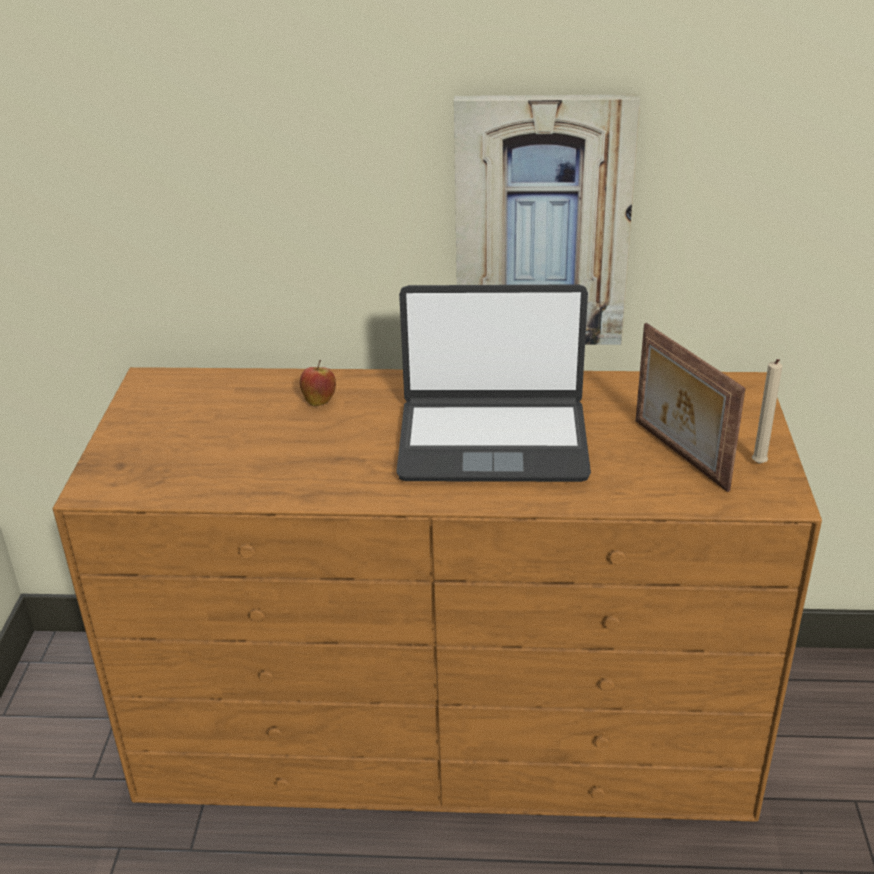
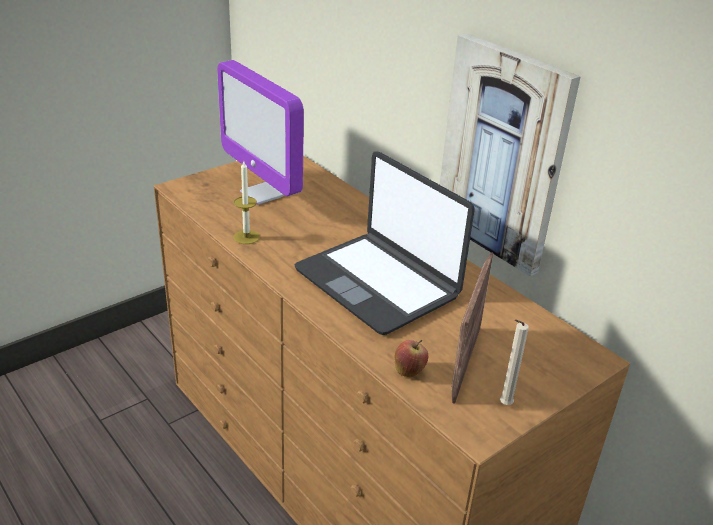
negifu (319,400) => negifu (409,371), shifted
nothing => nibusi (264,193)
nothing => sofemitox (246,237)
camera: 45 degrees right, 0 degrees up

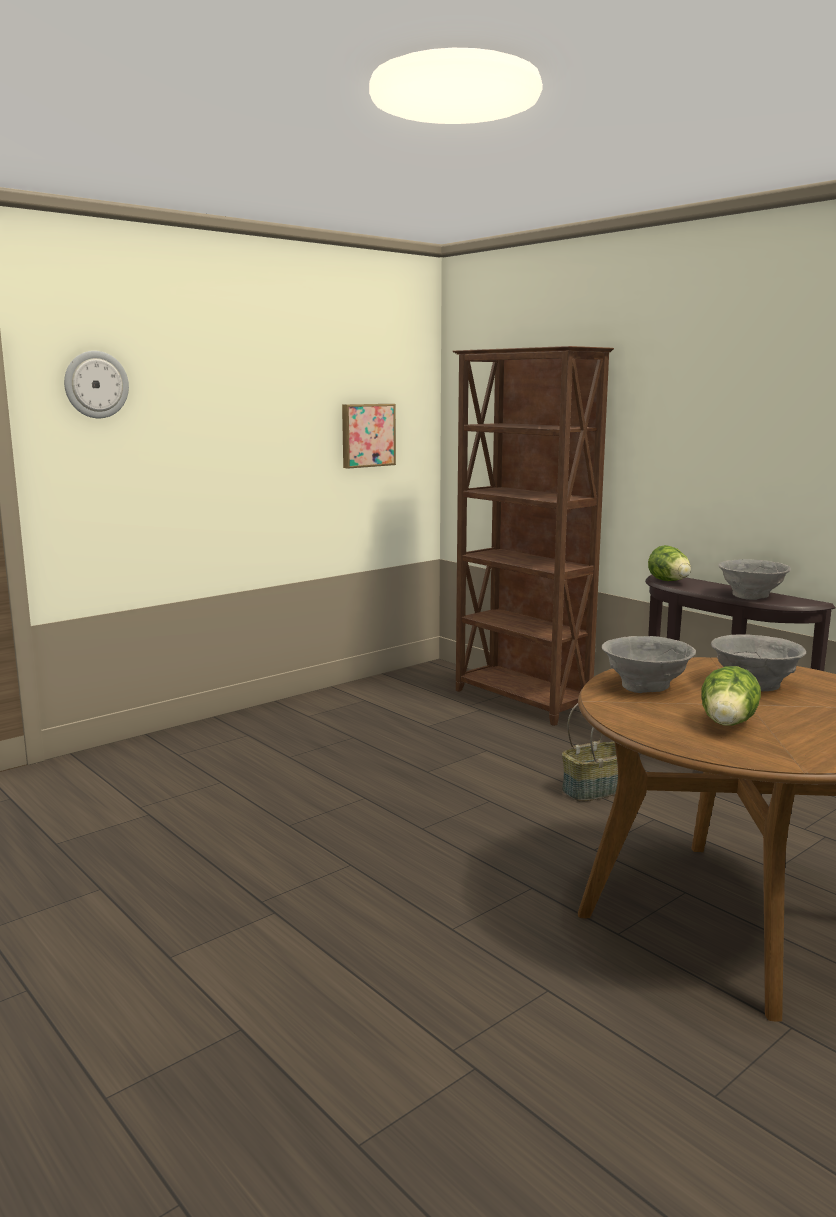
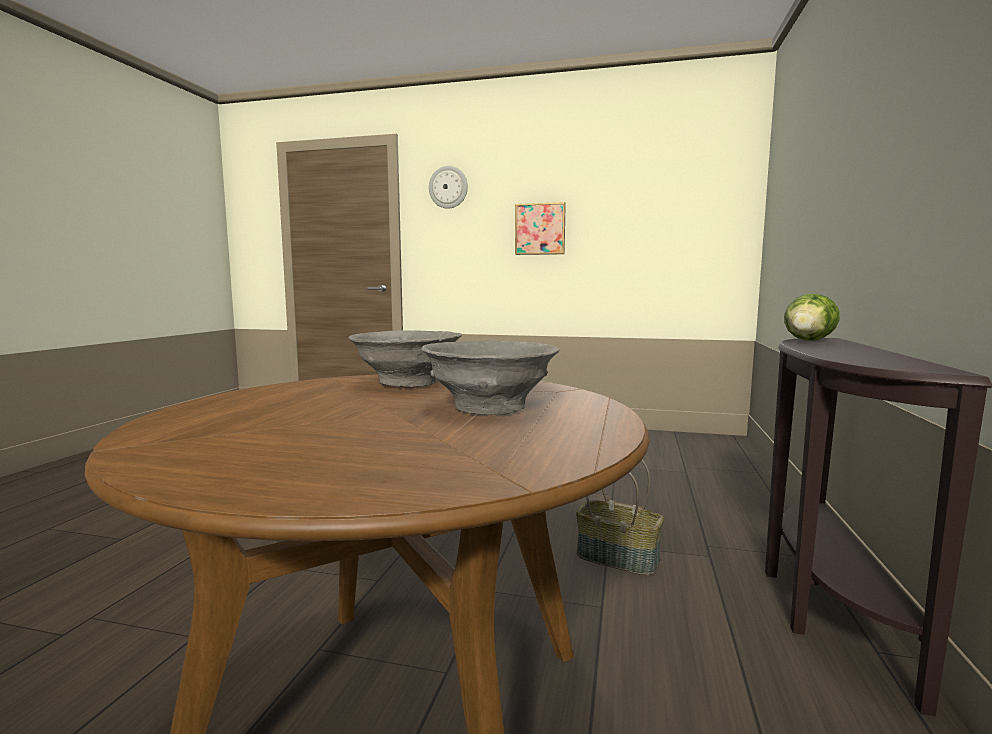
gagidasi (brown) (521,701) => nothing
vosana (367,435) => vosana (540,229), shifted
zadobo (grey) (751,596) => nothing
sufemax (727,725) => nothing
camera: 55 degrees right, 5 degrees down

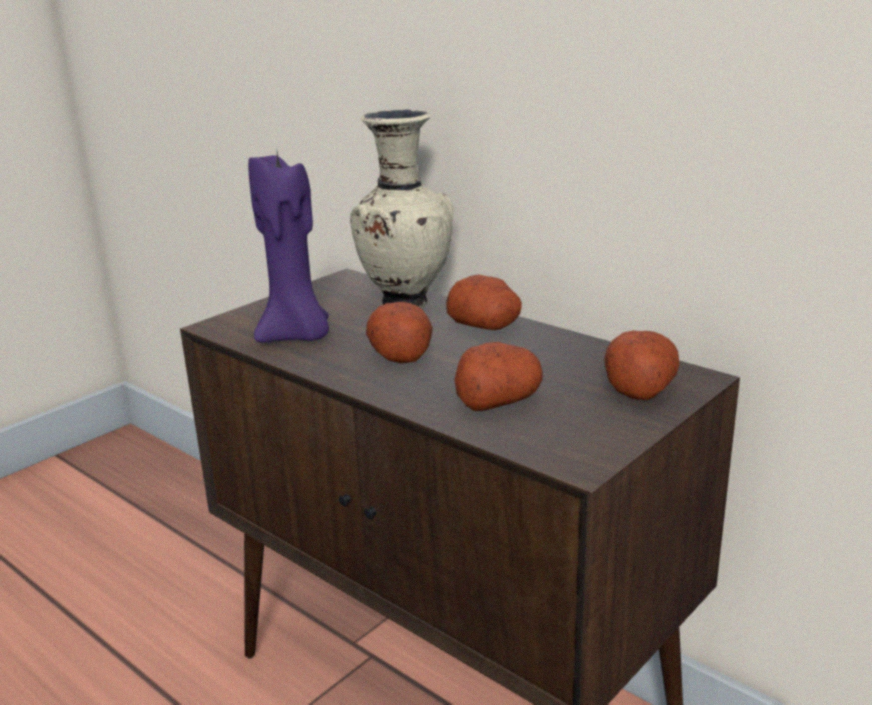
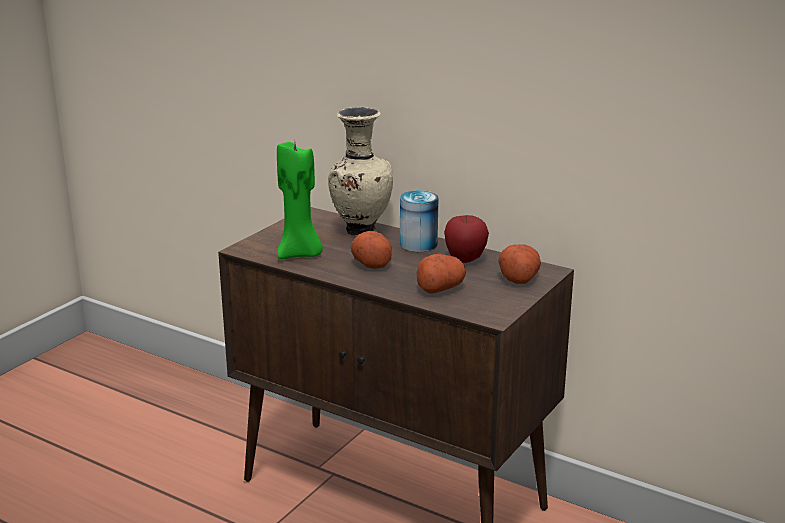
sofemitox (purple) (297,336) => sofemitox (green) (300,254)
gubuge (486,326) => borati (418,244)
nothing => negifu (465,260)
camera: 10 degrees left, 0 degrees up

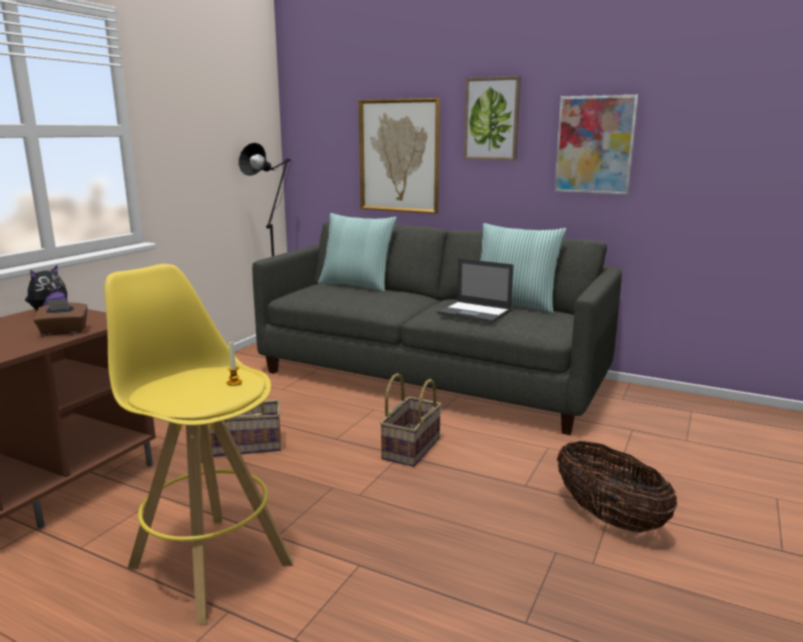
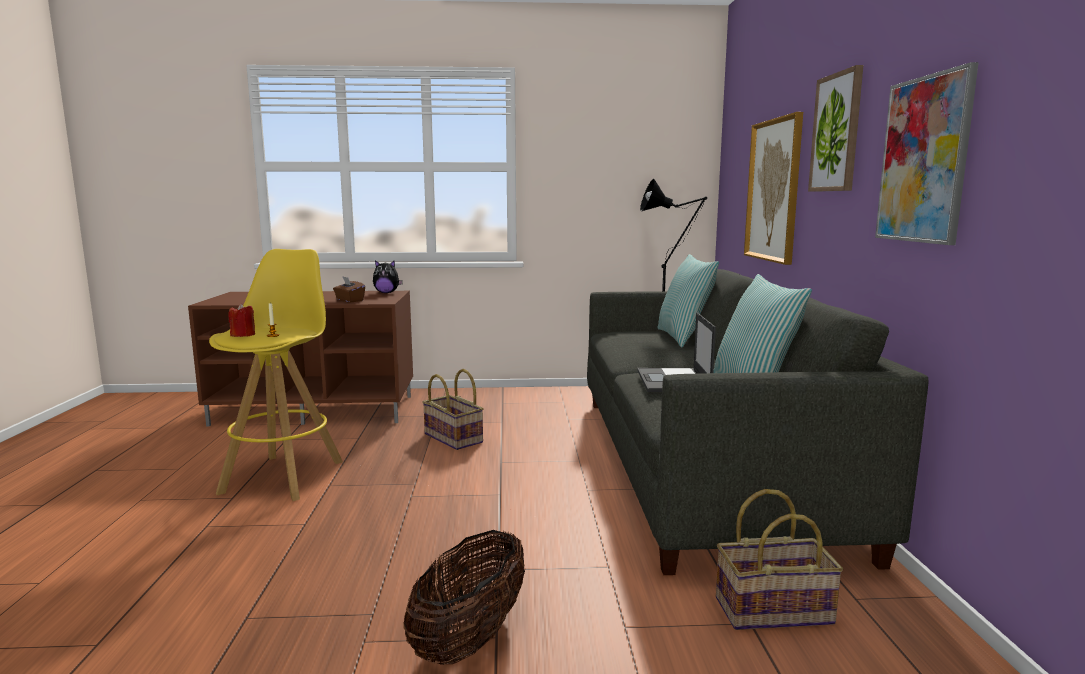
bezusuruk (410,448) => bezusuruk (773,609), shifted
nothing => sofemitox (red) (243,335)
camera: 60 degrees right, 5 degrees down

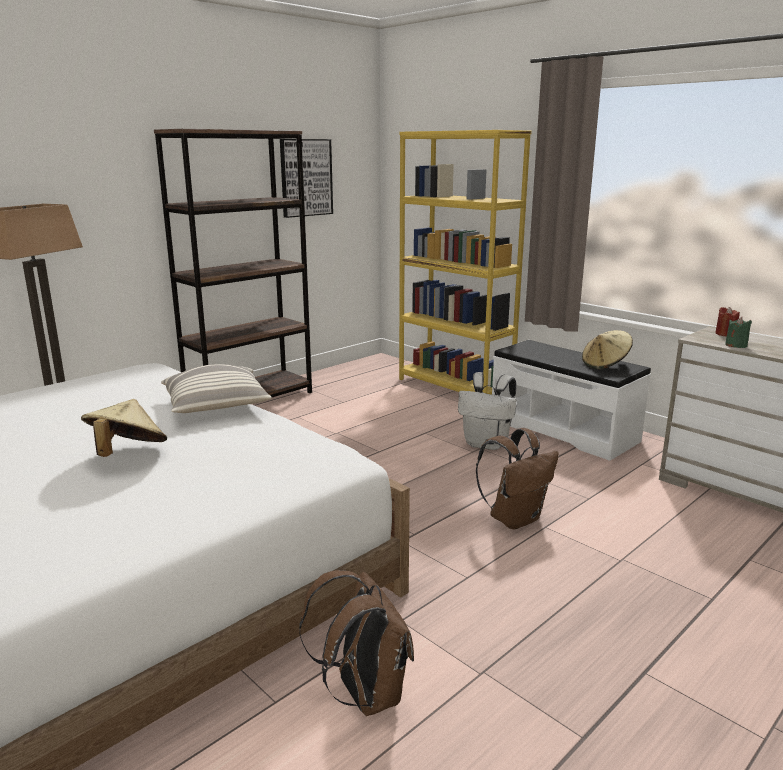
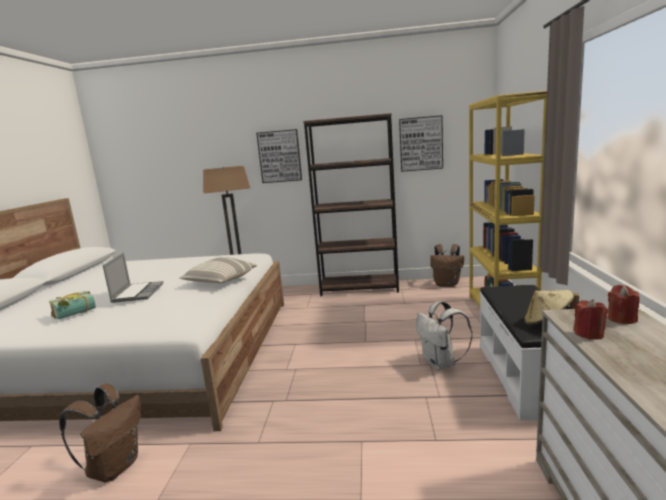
sofemitox (green) (736,345) => sofemitox (red) (589,334)
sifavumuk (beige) (127,453) => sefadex (137,293)
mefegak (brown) (515,518) => mefegak (brown) (447,284), shifted
nothing => vosana (279,156)
nothing => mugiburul (76,314)
camera: 50 degrees right, 5 degrees down

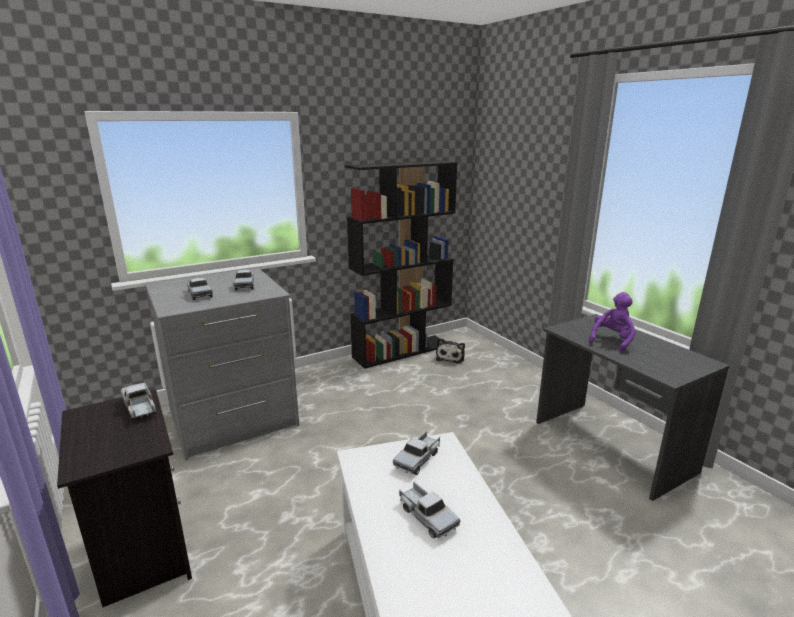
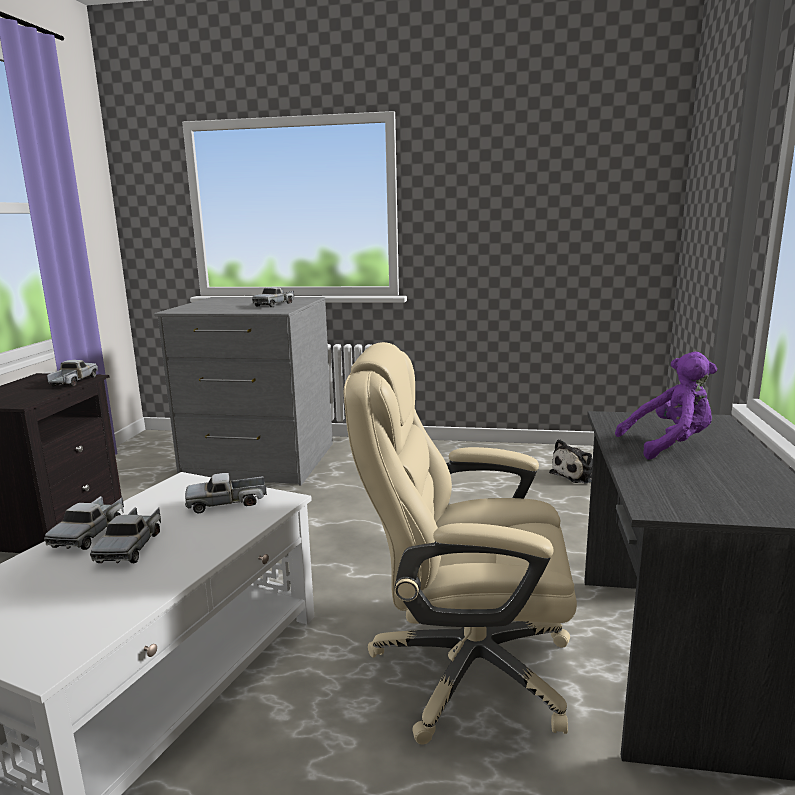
gagidasi (black) (402,351) => nothing
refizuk (199,293) => refizuk (90,533), shifted
nothing => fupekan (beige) (466,669)
camera: 40 degrees right, 5 degrees down

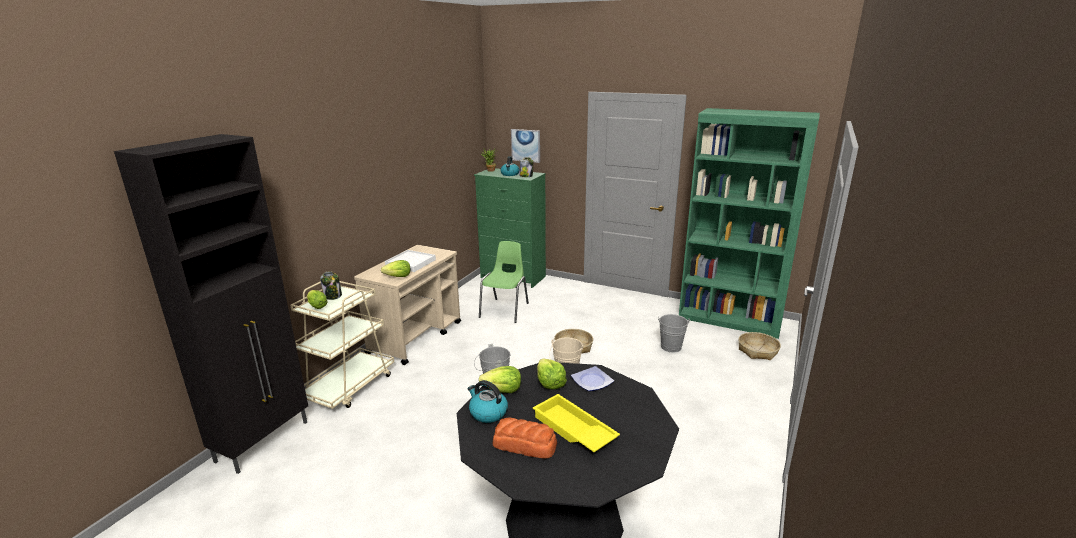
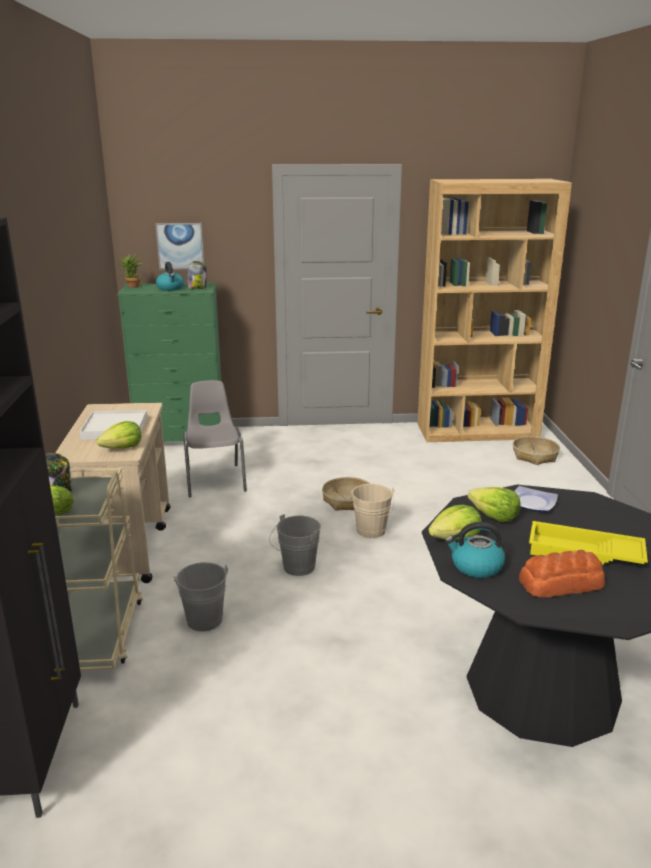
gagidasi (green) (730,319) => gagidasi (brown) (477,432)
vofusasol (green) (505,310) => vofusasol (grey) (215,480)
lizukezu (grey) (670,346) => lizukezu (grey) (203,617), shifted
camera: 30 degrees left, 0 degrees up

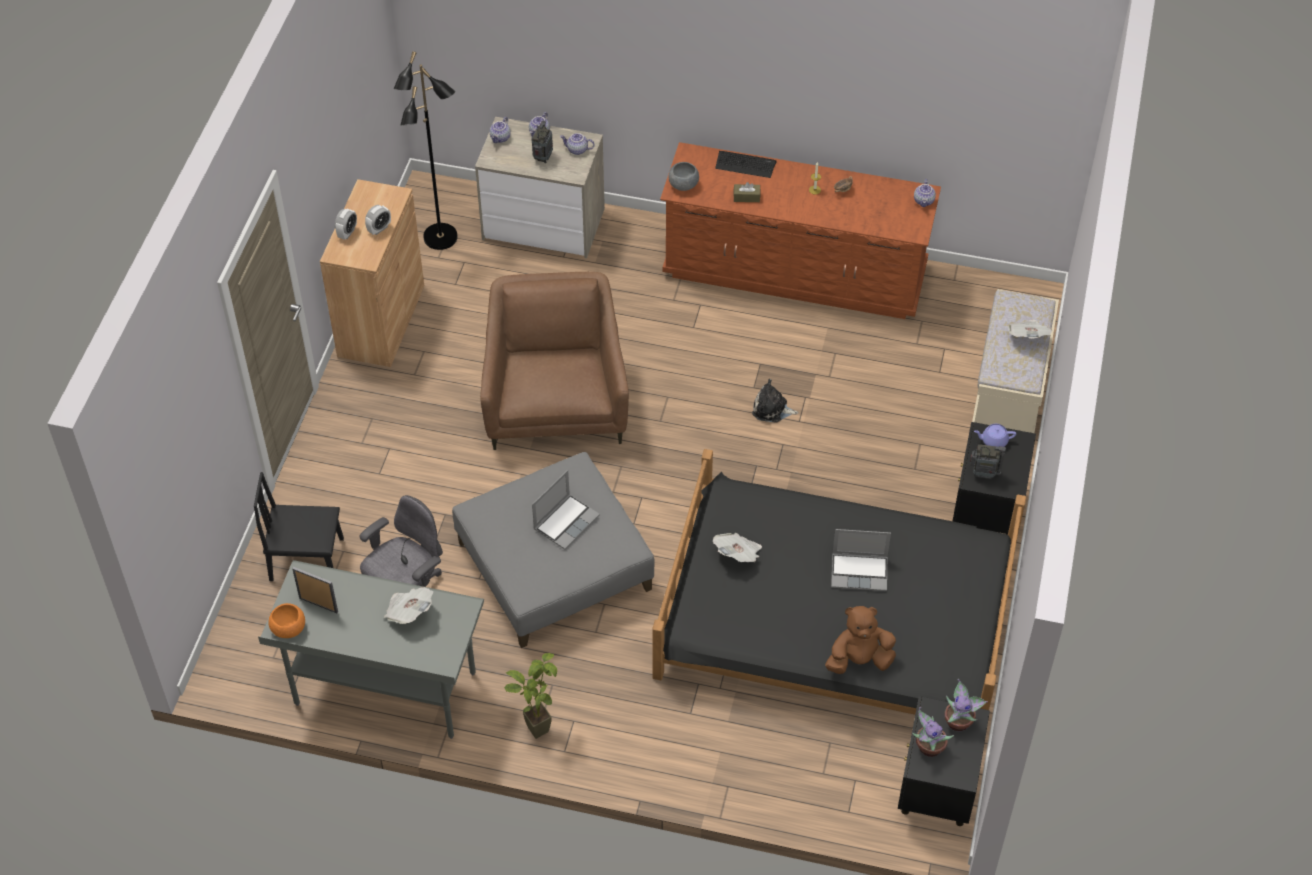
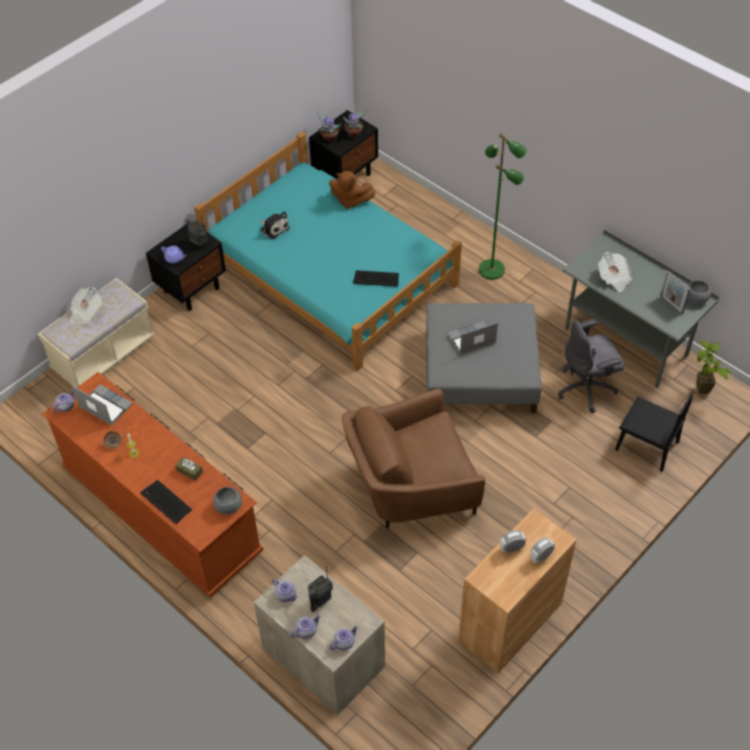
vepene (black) (440,238) => nothing
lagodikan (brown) (555,400) => lagodikan (brown) (410,486), 45 degrees clockwise
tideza (772,409) => tideza (274,228), shifted
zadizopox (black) (833,619) => zadizopox (turquoise) (331,272)
sefadex (860,572) => sefadex (104,406), shifted
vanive (738,555) => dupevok (376,279)
zadobo (orange) (288,628) => zadobo (grey) (696,298)
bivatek (536,723) => bivatek (702,394), shifted
nothing => vepene (green) (492,269)
camera: 150 degrees left, 0 degrees up

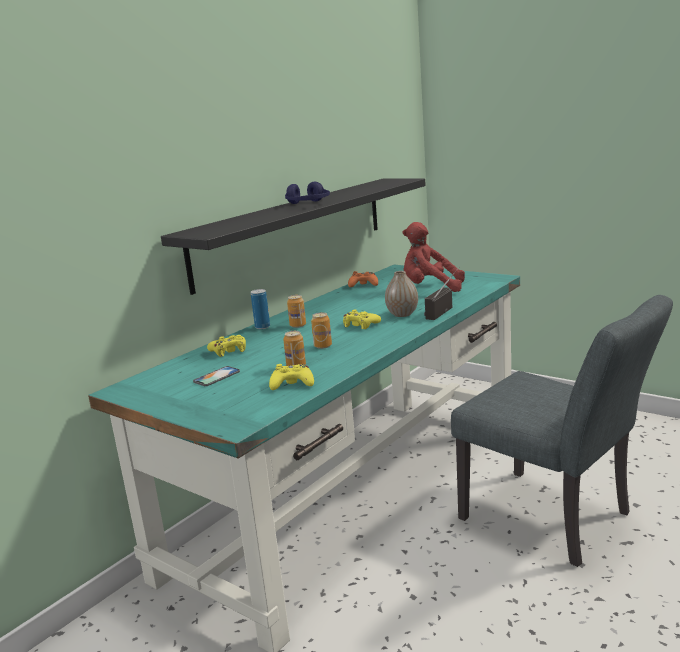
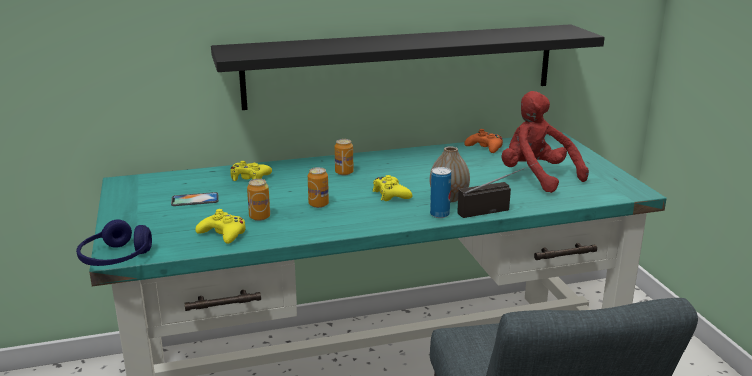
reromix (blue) (308,204) => reromix (blue) (116,258), shifted
borati (262,327) => borati (439,214), shifted
camera: 35 degrees right, 5 degrees up

